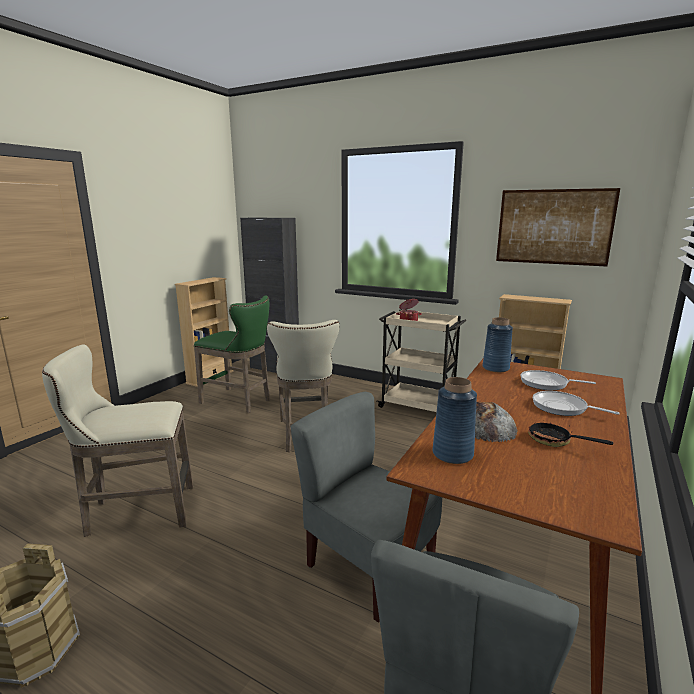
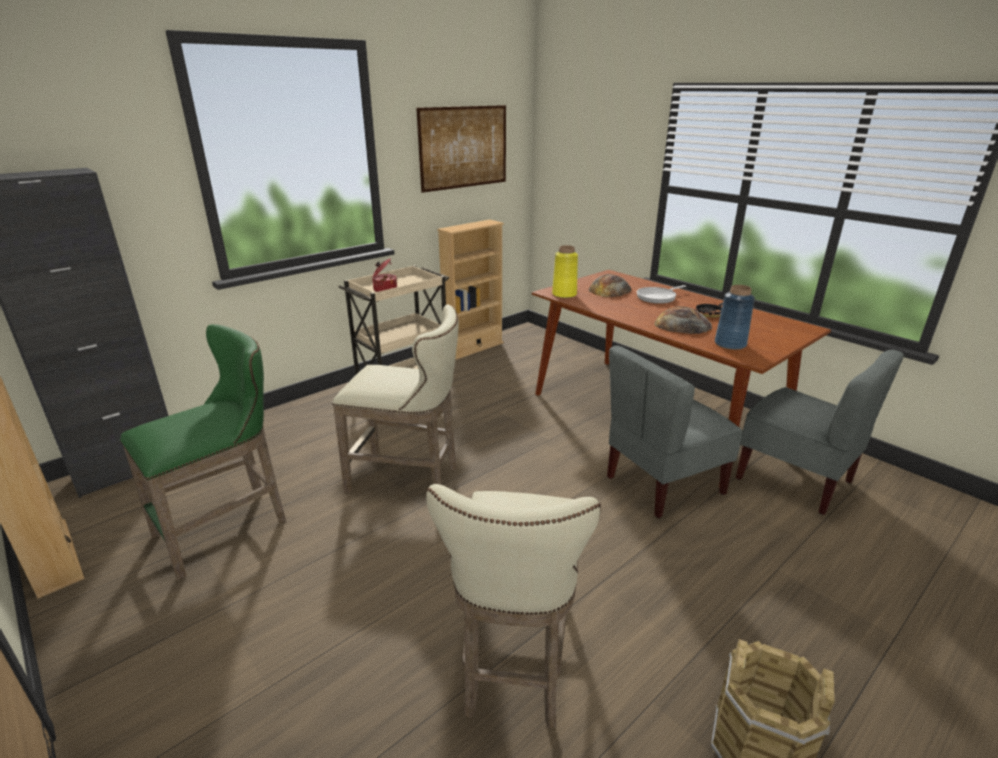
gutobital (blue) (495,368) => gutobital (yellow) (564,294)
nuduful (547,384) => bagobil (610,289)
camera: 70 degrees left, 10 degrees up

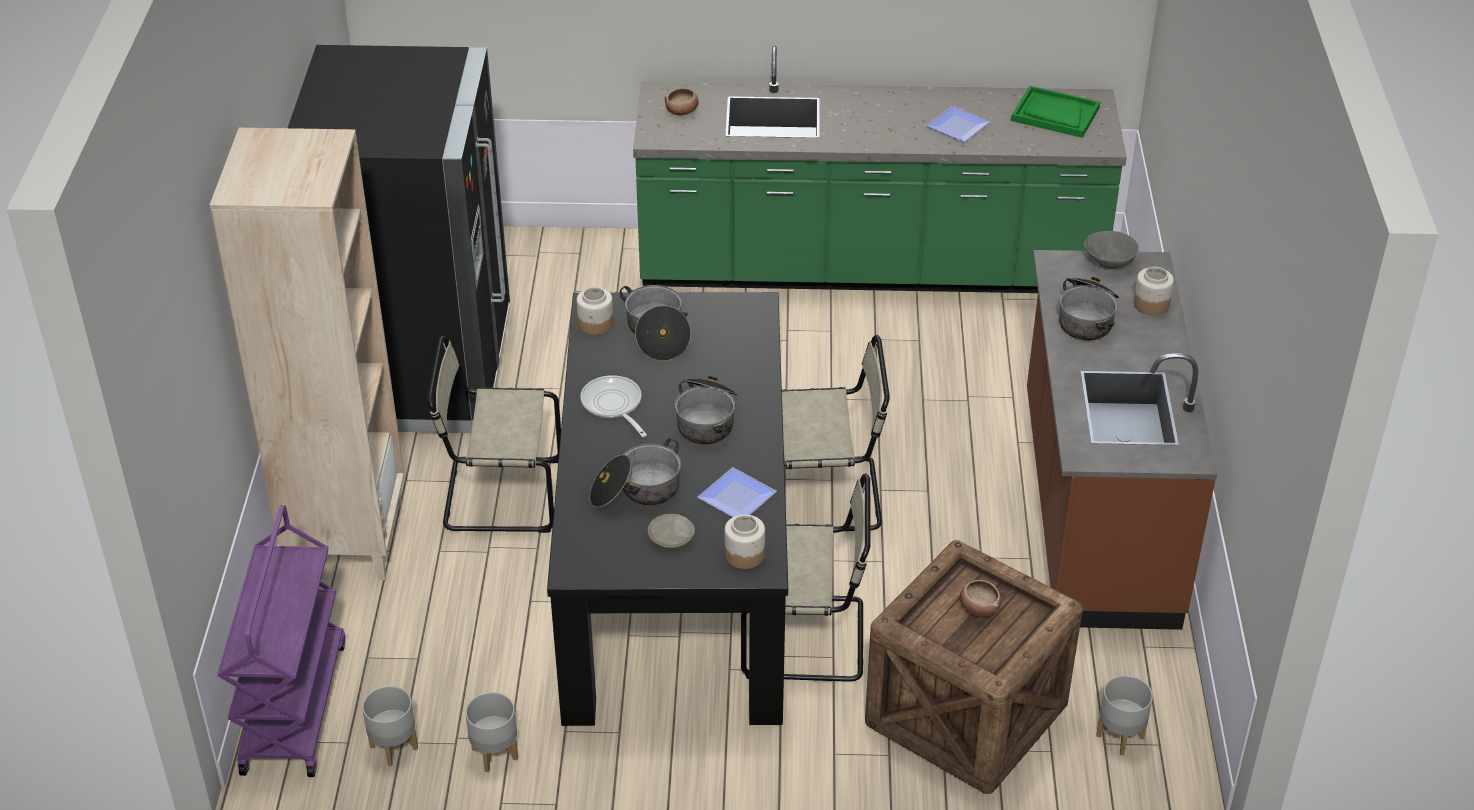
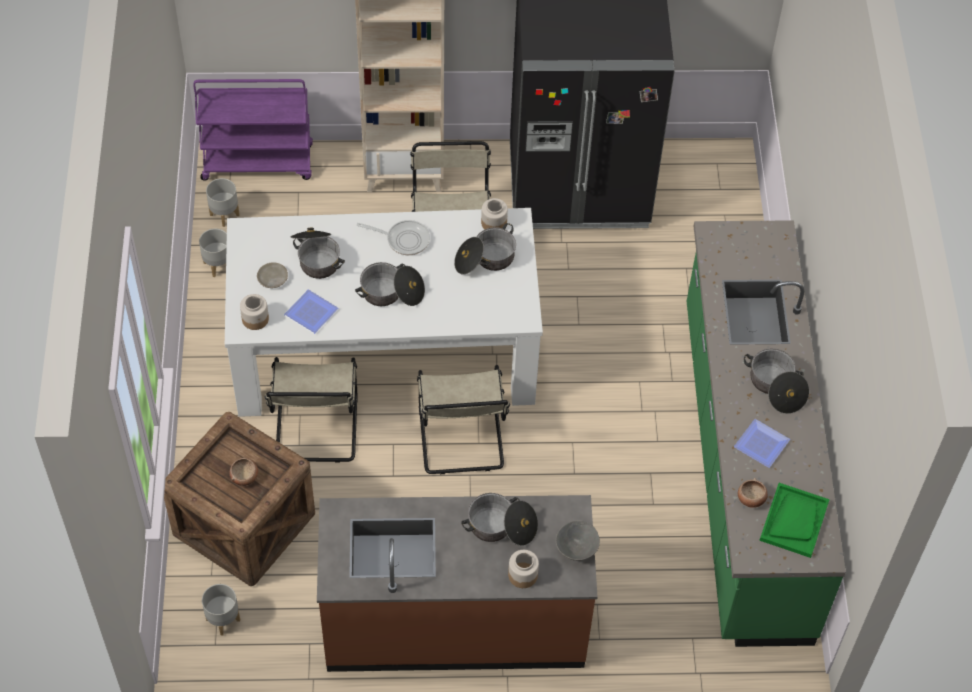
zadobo (682,111) => zadobo (751,499), shifted
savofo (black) (675,565) => savofo (white) (385,350)
nuduful (613,406) => nuduful (404,239), 45 degrees clockwise
nothing => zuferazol (775,387)
camera: 85 degrees right, 15 degrees up

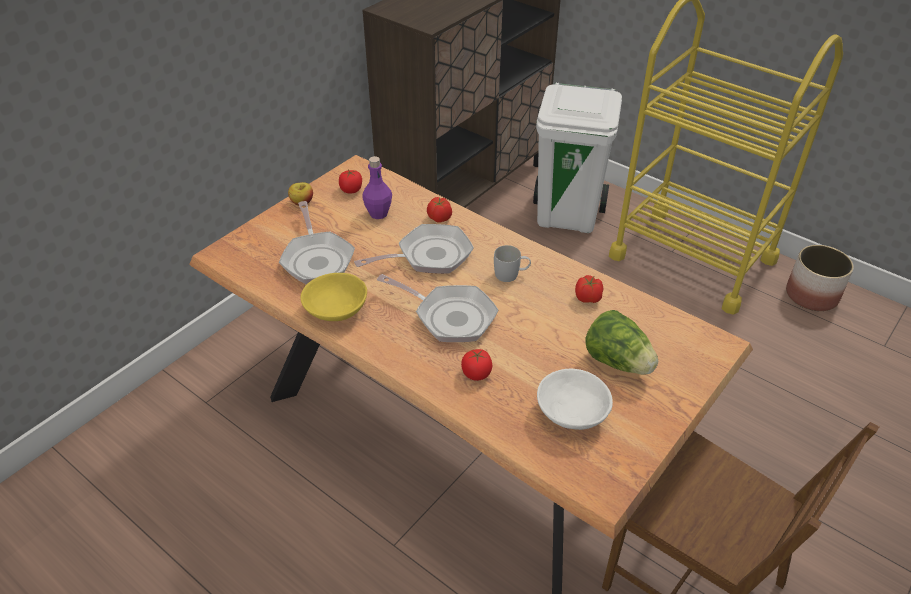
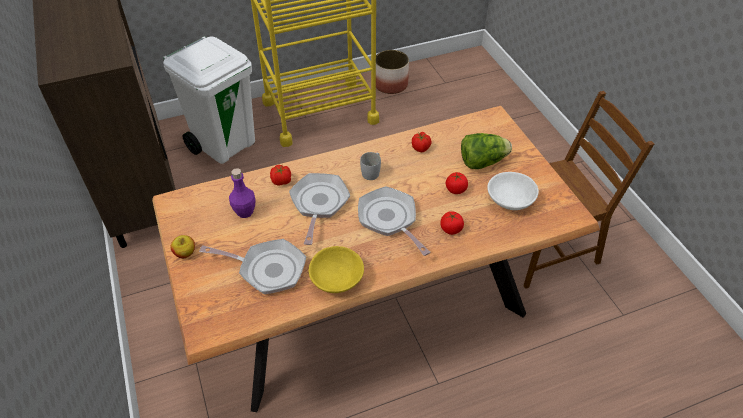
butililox (351,190) => butililox (456,189), shifted
nuduful (450,316) => nuduful (389,219), 90 degrees counterclockwise
camera: 60 degrees left, 5 degrees up

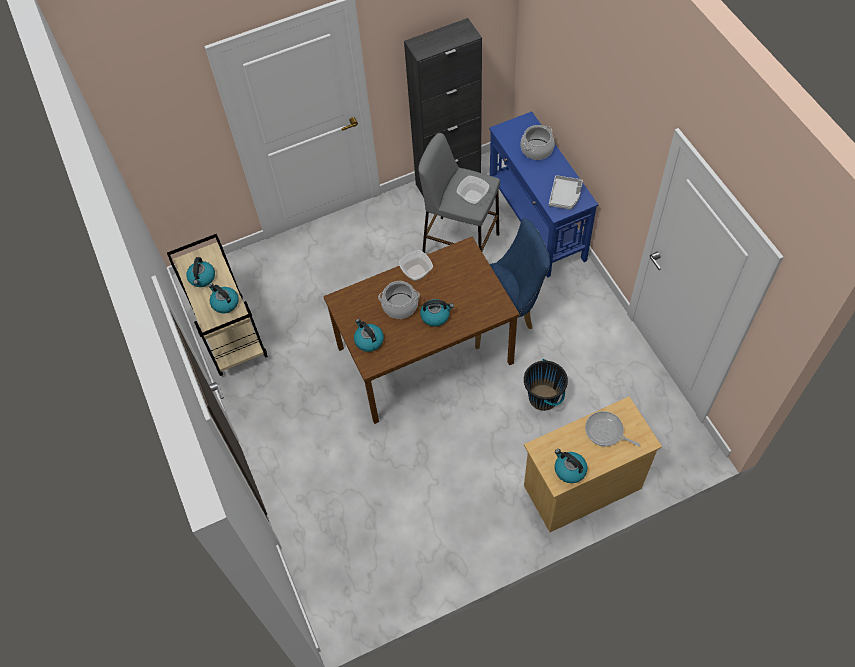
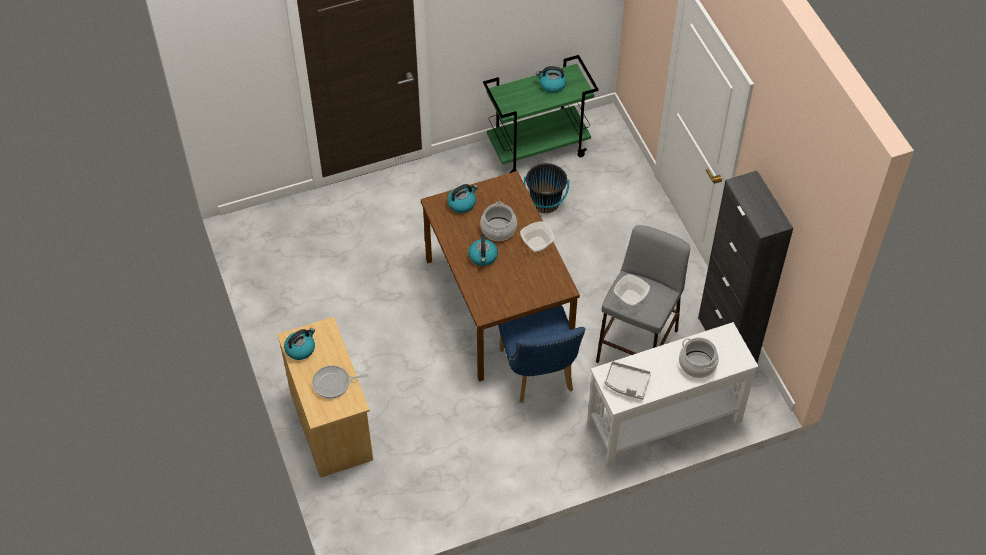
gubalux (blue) (536,224) => gubalux (white) (663,423)
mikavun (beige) (230,335) => mikavun (green) (538,149)
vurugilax (225,303) => nothing
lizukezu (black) (543,397) => lizukezu (black) (545,203), shifted
nuduful (606,432) => nuduful (334,383), 135 degrees counterclockwise
camera: 90 degrees right, 5 degrees down

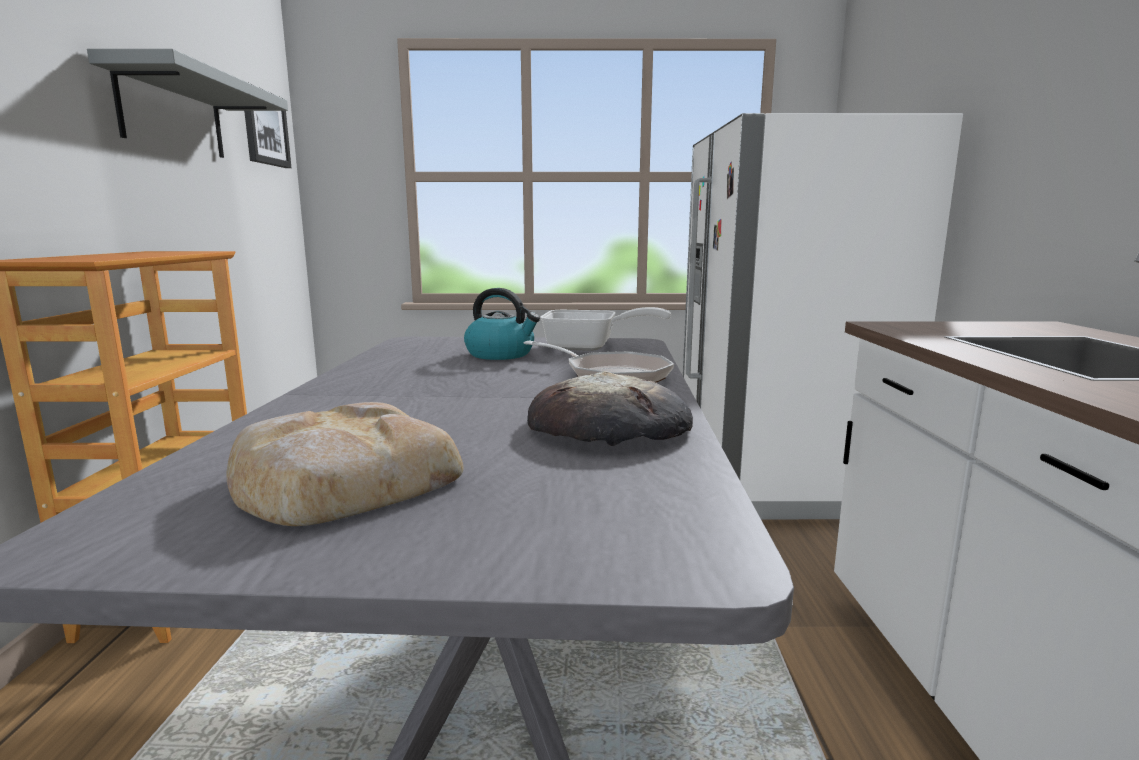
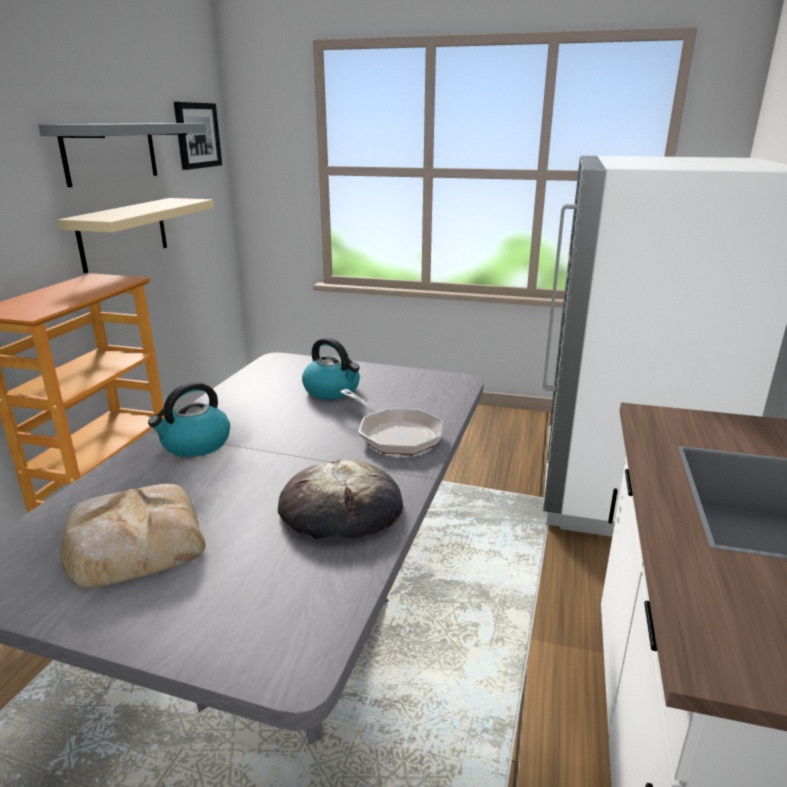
nuduful (589,347) => nothing
nothing => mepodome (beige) (124,233)
nothing => vurugilax (195,444)
camera: 15 degrees right, 10 degrees up

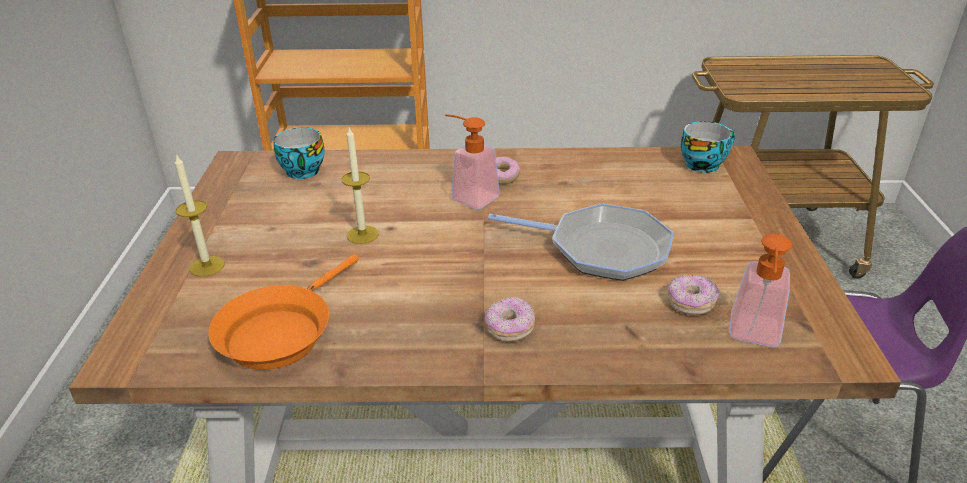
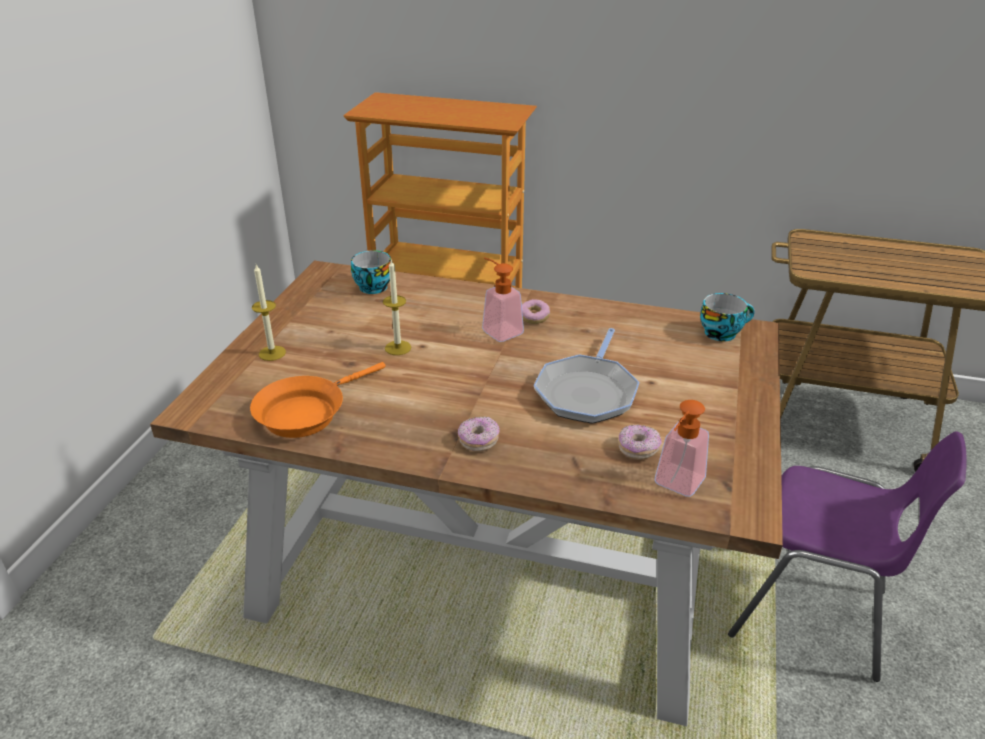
nuduful (602,249) => nuduful (587,392), 75 degrees clockwise
camera: 15 degrees right, 0 degrees up

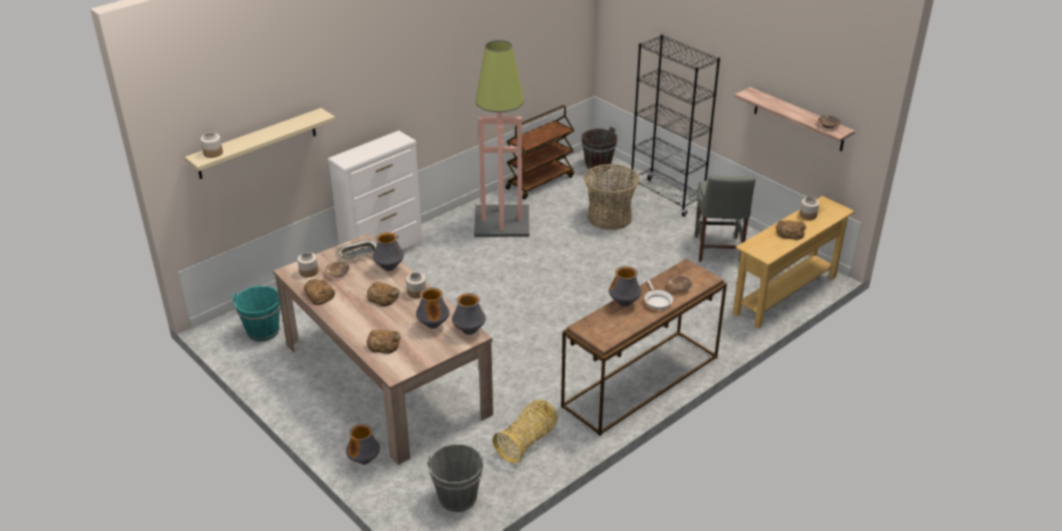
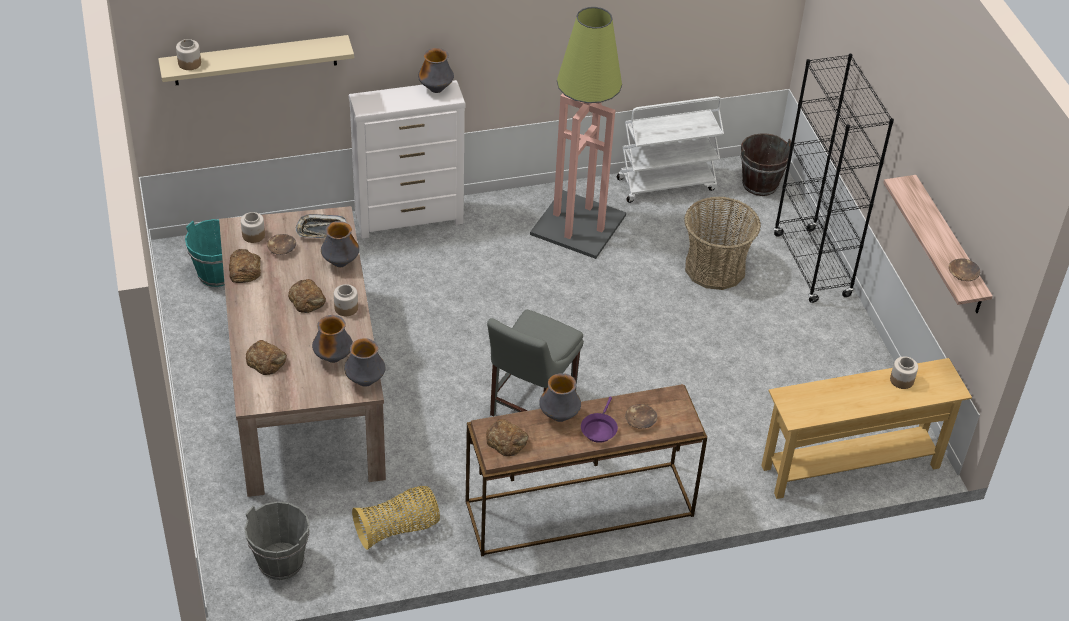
mikavun (brown) (540,182) => mikavun (white) (666,183)
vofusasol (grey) (718,251) => vofusasol (grey) (529,408), shifted
bagobil (790,232) => bagobil (506,440), shifted
nuduful (white) (657,301) => nuduful (purple) (599,429)
gutobital (364,460) => gutobital (436,89), shifted
camera: 25 degrees right, 10 degrees up

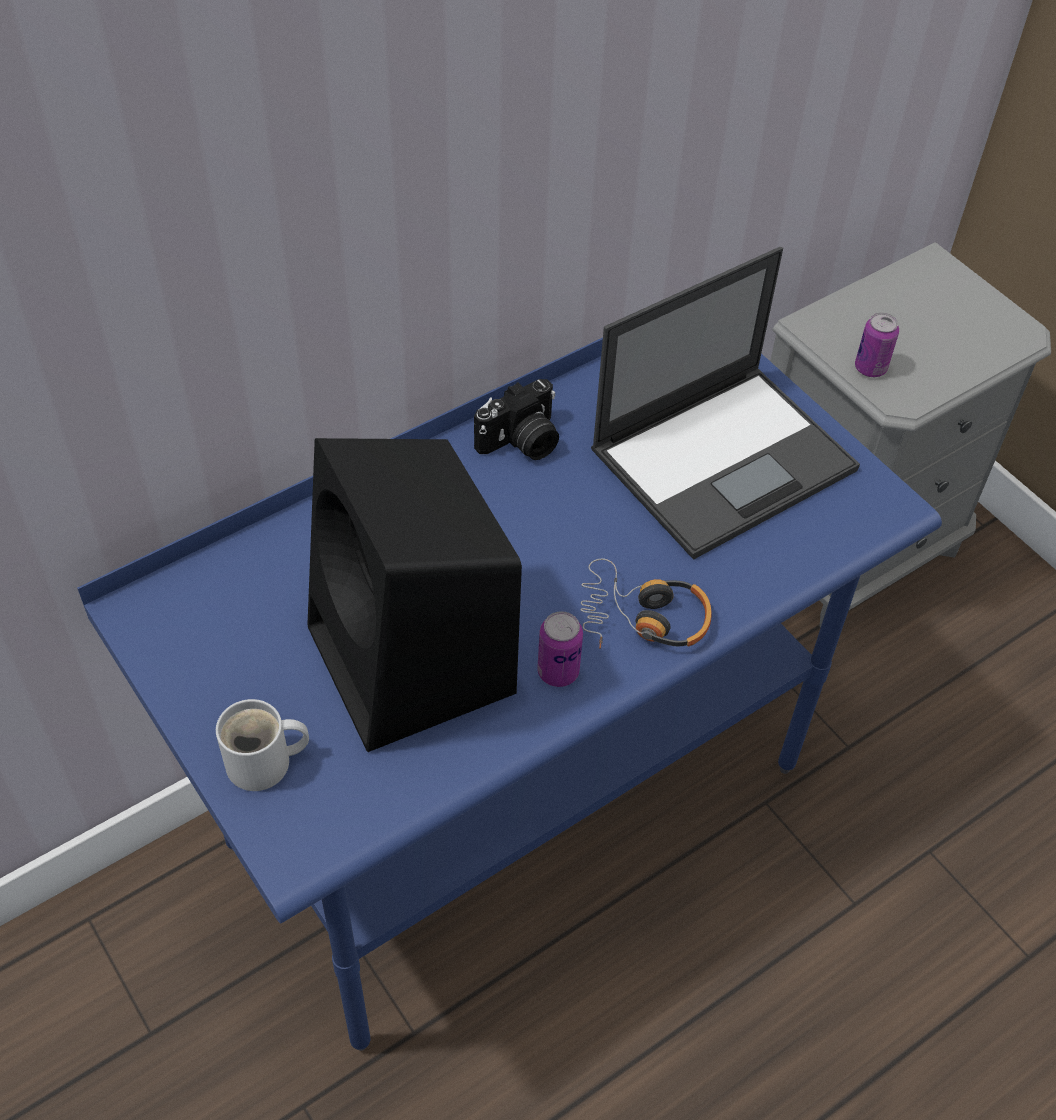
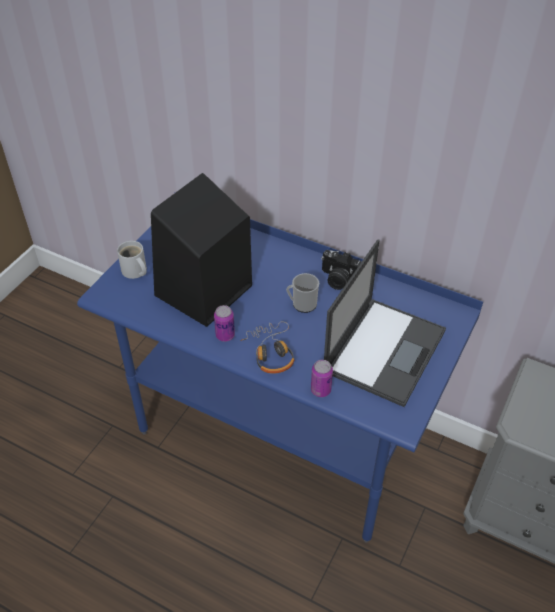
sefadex (725,458) => sefadex (384,349), 90 degrees counterclockwise
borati (870,368) => borati (320,390), shifted
nothing => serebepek (302,304)
camera: 65 degrees right, 5 degrees down

